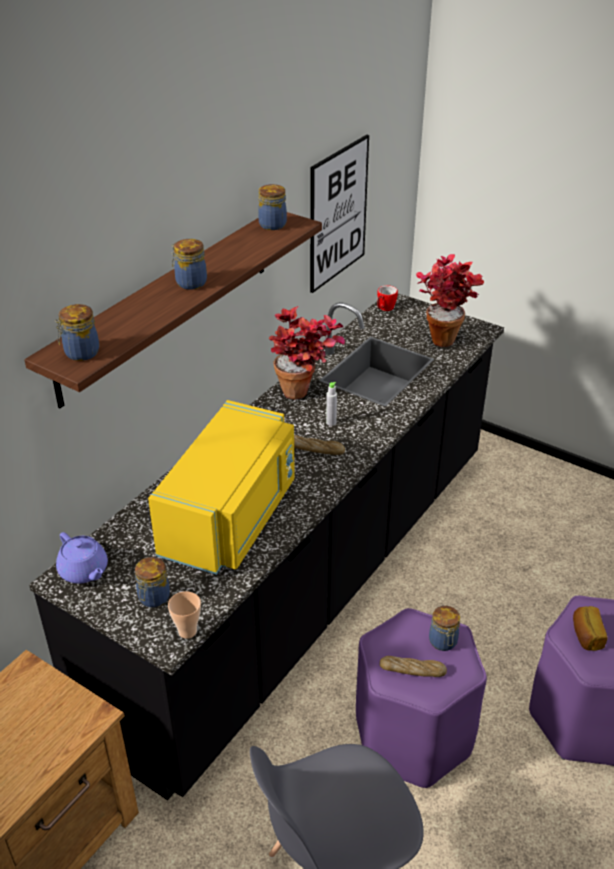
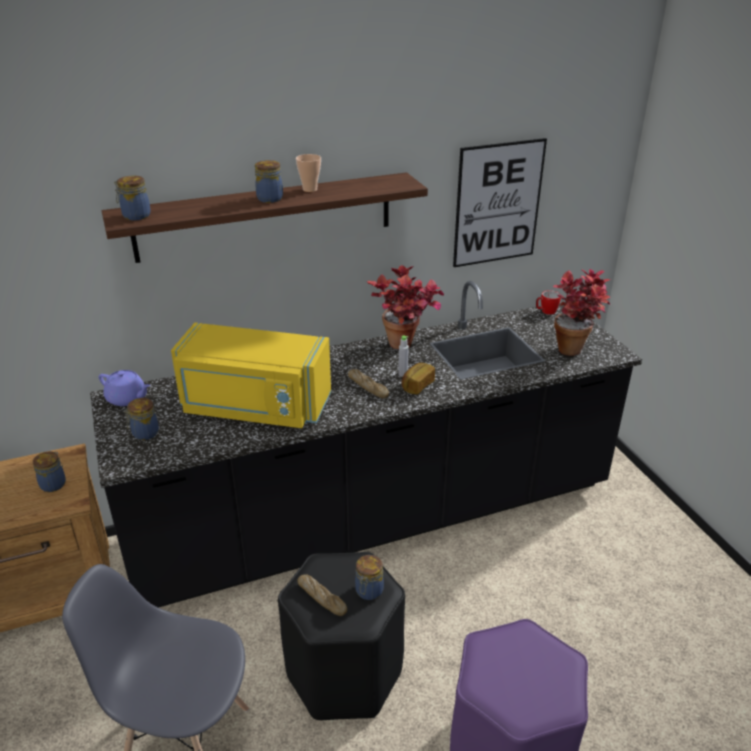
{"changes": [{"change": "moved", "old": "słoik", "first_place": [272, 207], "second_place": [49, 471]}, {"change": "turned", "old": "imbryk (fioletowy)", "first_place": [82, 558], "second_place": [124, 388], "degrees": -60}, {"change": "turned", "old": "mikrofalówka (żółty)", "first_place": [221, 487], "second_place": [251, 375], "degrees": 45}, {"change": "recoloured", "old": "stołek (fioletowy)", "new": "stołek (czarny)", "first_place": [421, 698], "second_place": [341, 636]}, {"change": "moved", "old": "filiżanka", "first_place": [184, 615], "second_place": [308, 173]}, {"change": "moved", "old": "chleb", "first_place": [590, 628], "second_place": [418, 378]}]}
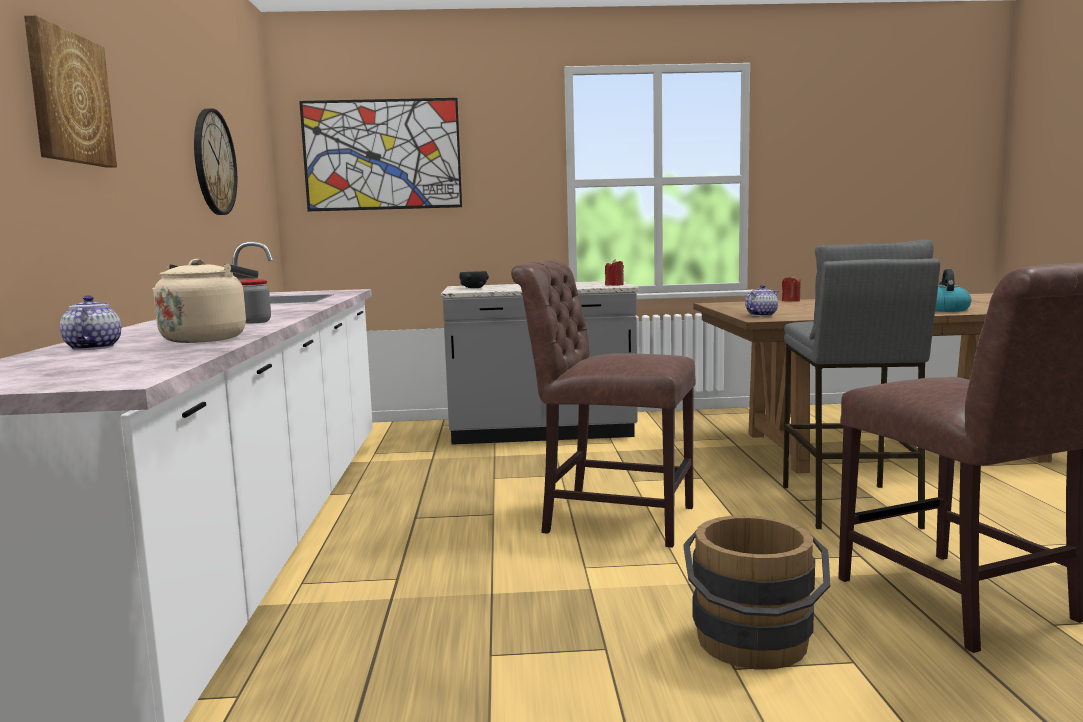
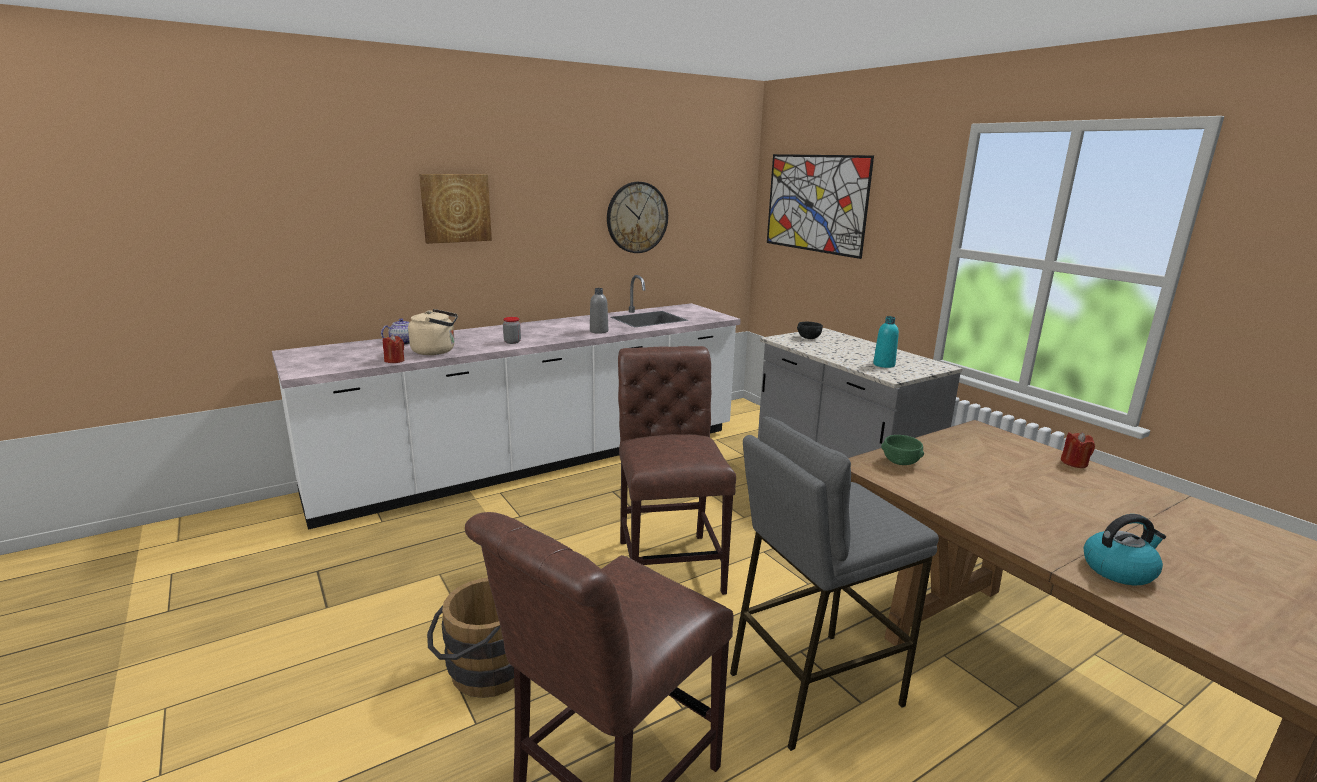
{"changes": [{"change": "moved", "old": "świeca (czerwony)", "first_place": [614, 272], "second_place": [393, 348]}, {"change": "added", "new": "butelka (szary)", "second_place": [599, 311]}, {"change": "added", "new": "butelka (turkusowy)", "second_place": [886, 342]}, {"change": "replaced", "old": "imbryk", "new": "miska (zielony)", "first_place": [761, 300], "second_place": [902, 450]}]}
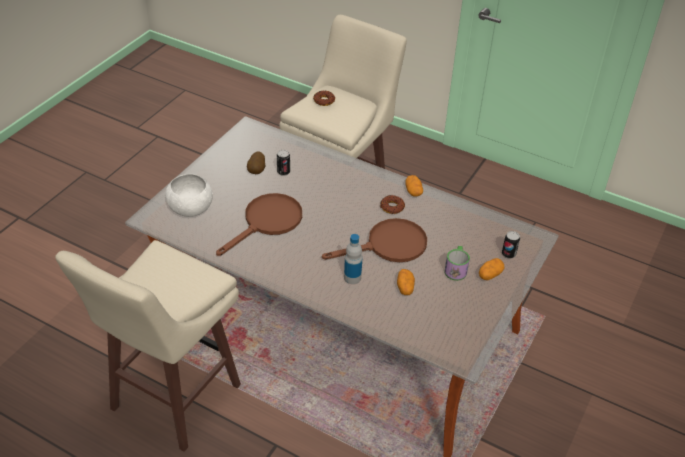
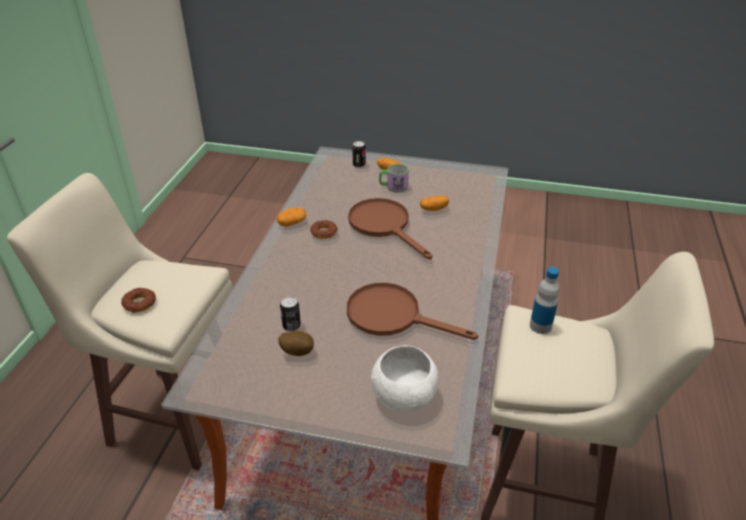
{"changes": [{"change": "moved", "old": "butelka", "first_place": [353, 259], "second_place": [545, 300]}]}
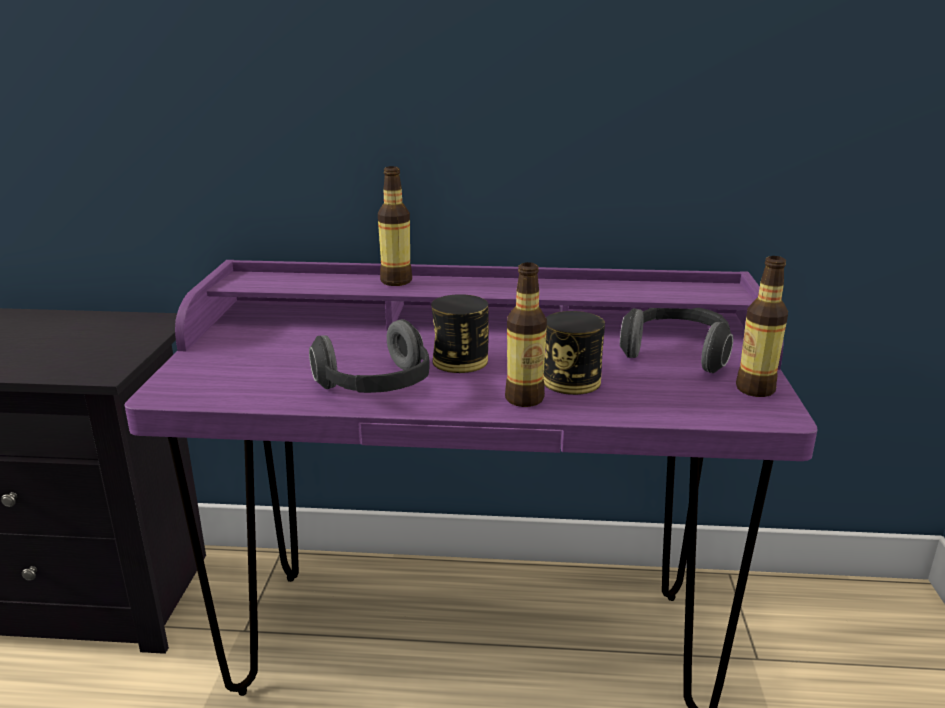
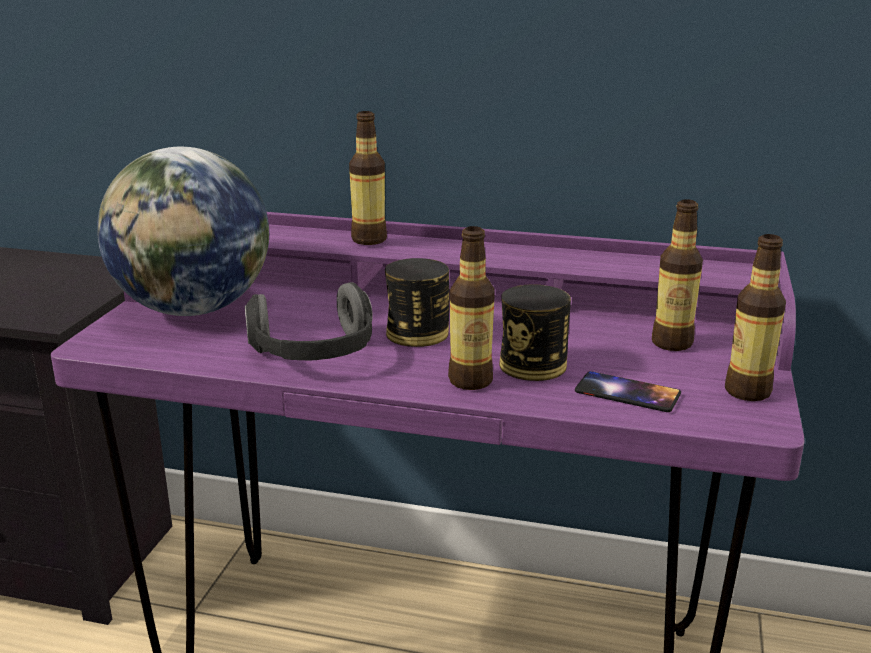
{"changes": [{"change": "added", "new": "globus", "second_place": [183, 231]}, {"change": "added", "new": "telefon", "second_place": [628, 391]}, {"change": "replaced", "old": "słuchawki", "new": "butelka", "first_place": [676, 340], "second_place": [677, 275]}]}
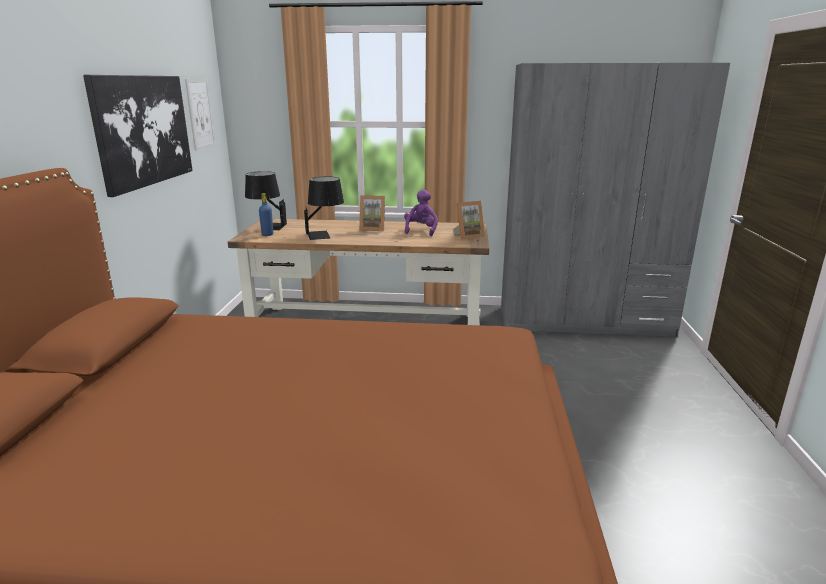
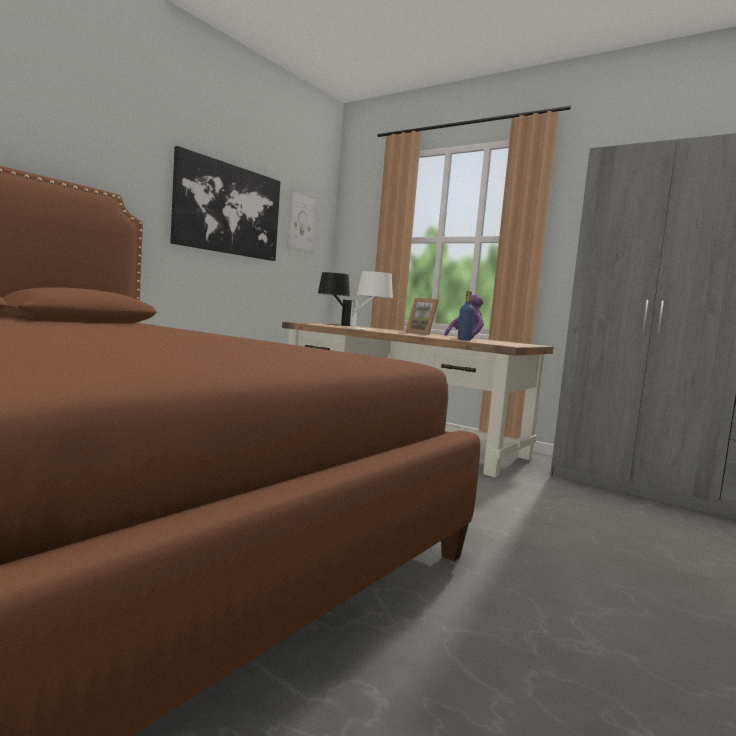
{"changes": [{"change": "recoloured", "old": "lampa stołowa (czarny)", "new": "lampa stołowa (biały)", "first_place": [324, 208], "second_place": [371, 300]}, {"change": "moved", "old": "butelka (niebieski)", "first_place": [266, 214], "second_place": [466, 316]}, {"change": "removed", "old": "ramka na zdjęcie", "first_place": [469, 220]}]}
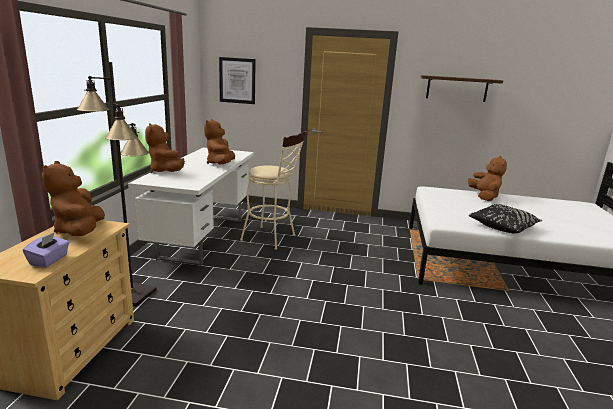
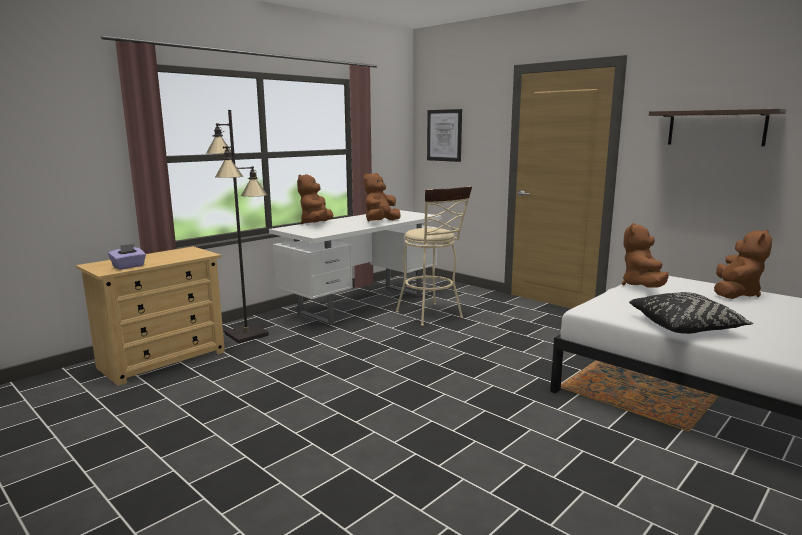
{"changes": [{"change": "moved", "old": "pluszak (brązowy)", "first_place": [73, 198], "second_place": [645, 255]}]}
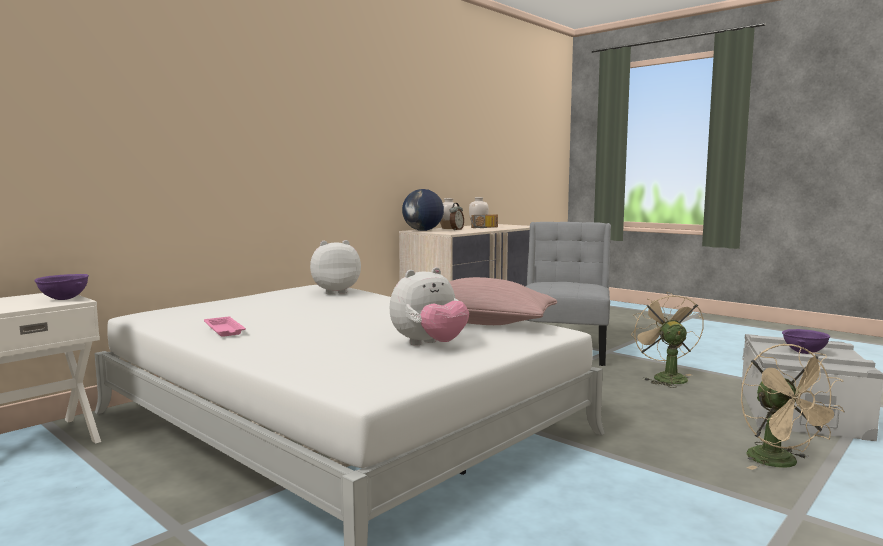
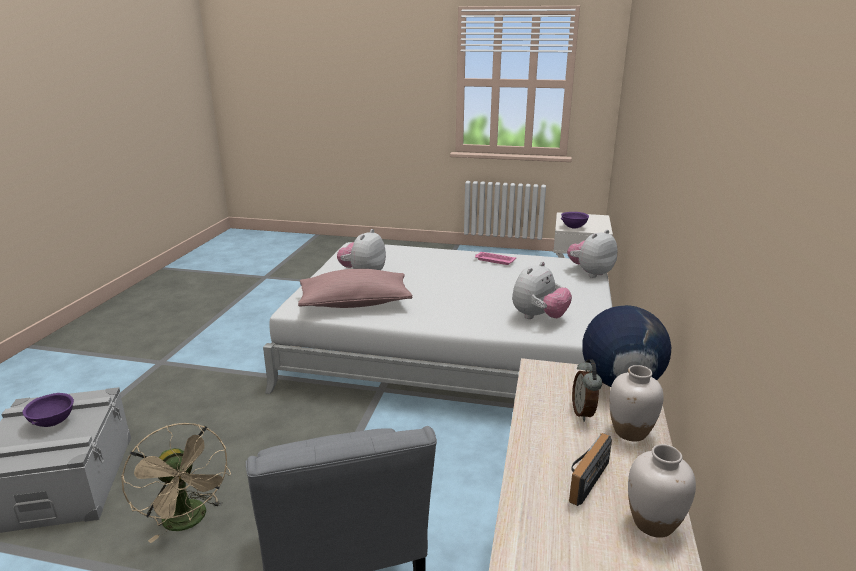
{"changes": [{"change": "added", "new": "pluszak", "second_place": [592, 254]}, {"change": "removed", "old": "wentylator (beżowy)", "first_place": [792, 406]}]}
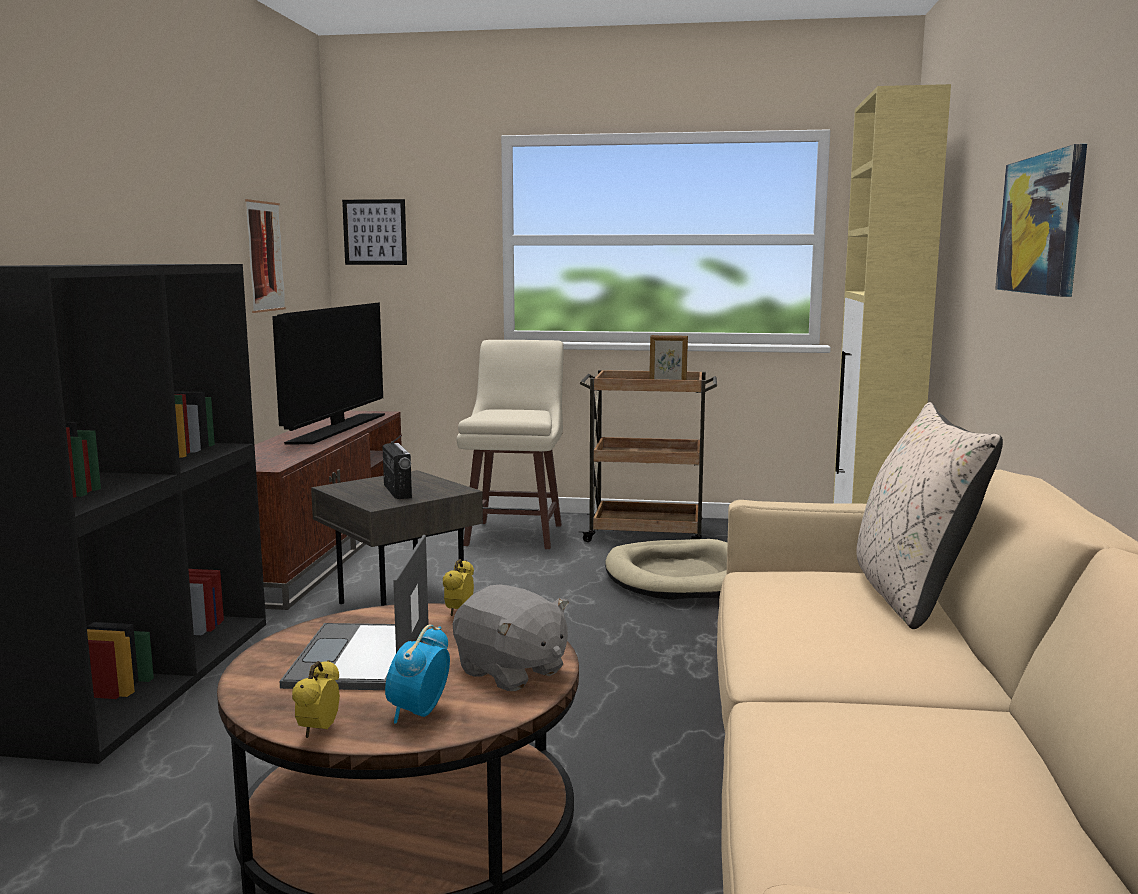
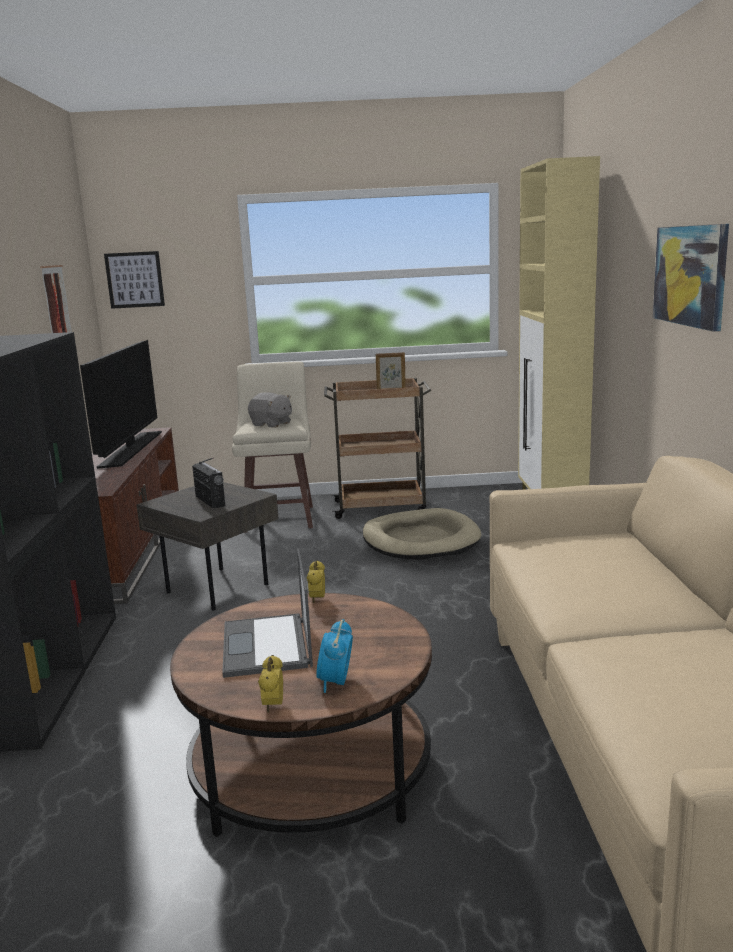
{"changes": [{"change": "moved", "old": "pluszak (szary)", "first_place": [511, 638], "second_place": [270, 410]}, {"change": "removed", "old": "poduszka (beżowy)", "first_place": [929, 515]}]}
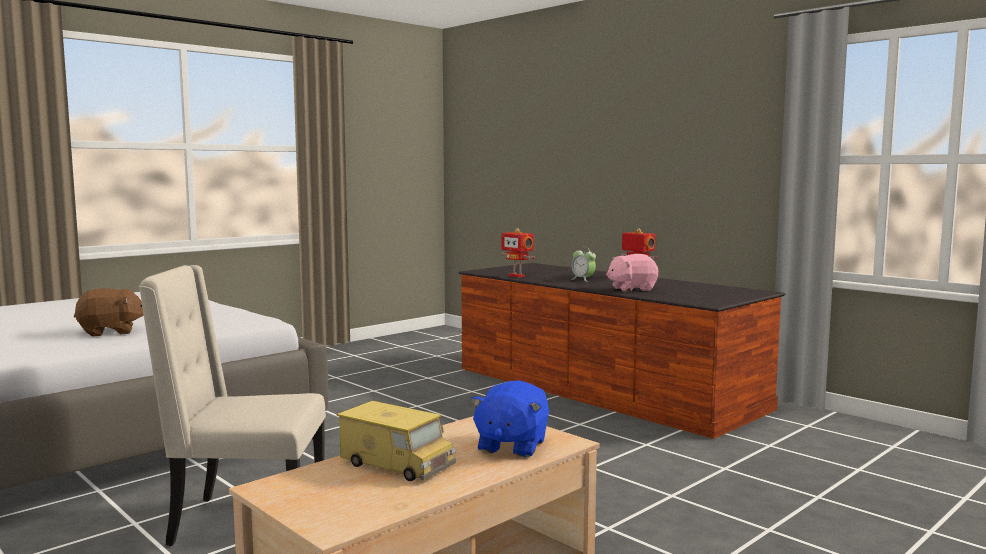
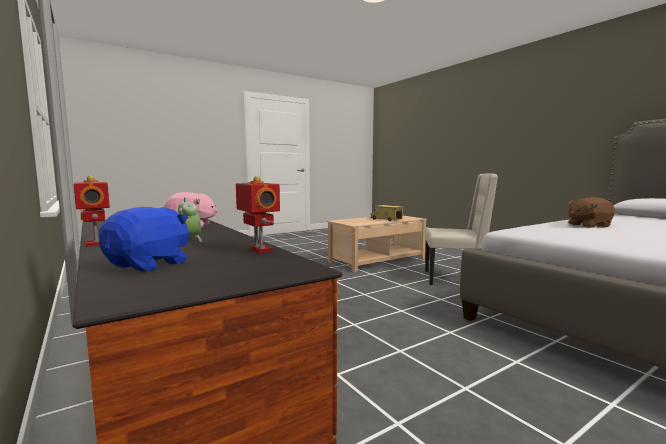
{"changes": [{"change": "moved", "old": "pluszak (niebieski)", "first_place": [509, 418], "second_place": [144, 239]}]}
